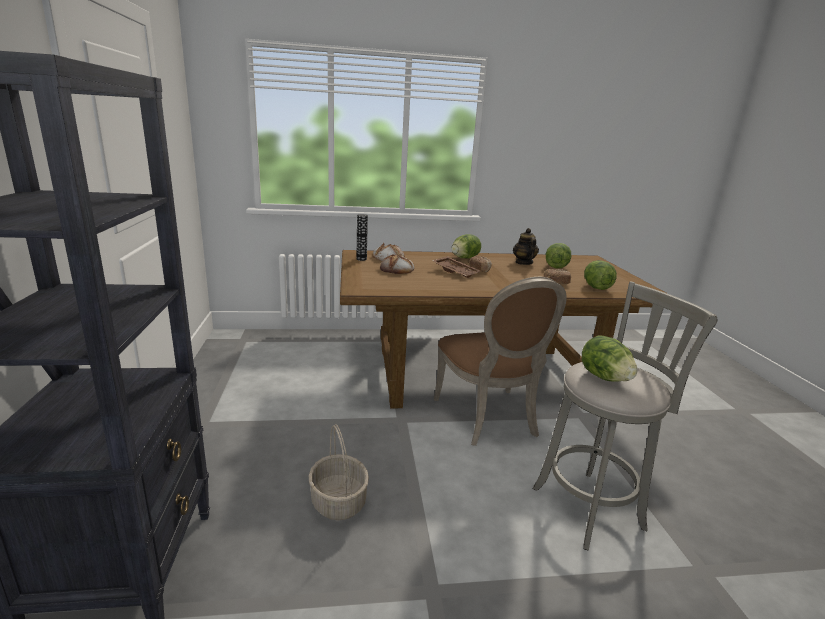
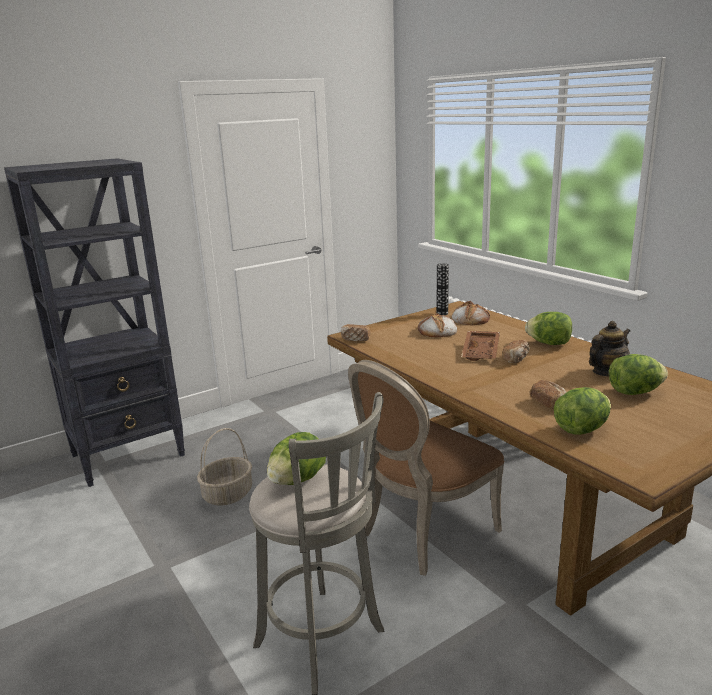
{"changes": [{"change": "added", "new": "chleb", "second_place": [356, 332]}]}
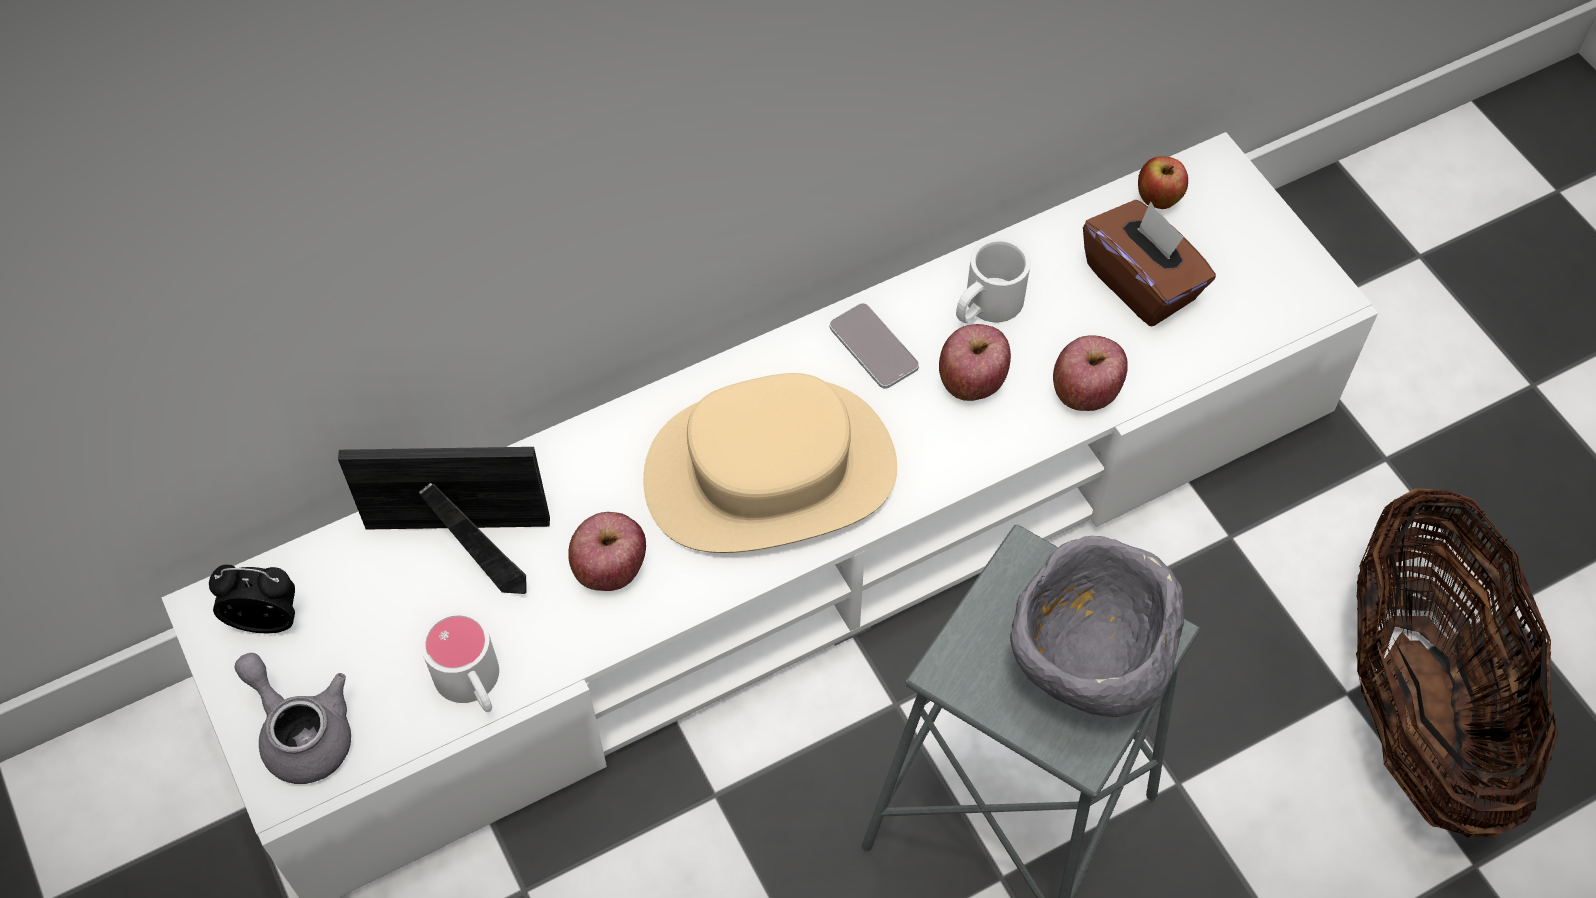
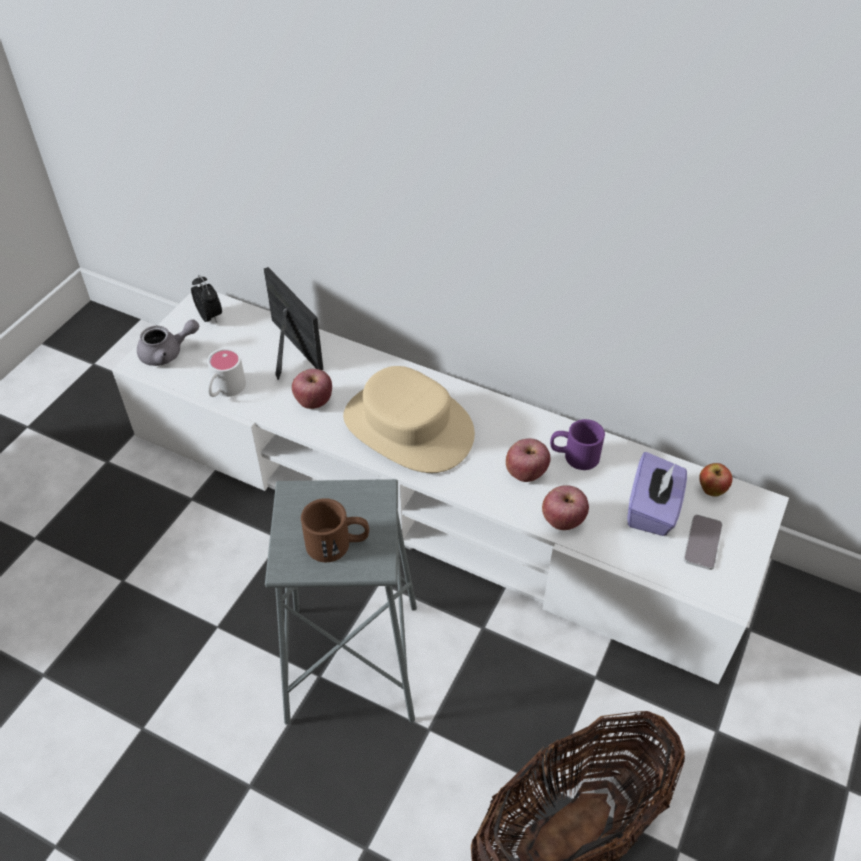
{"changes": [{"change": "turned", "old": "imbryk (szary)", "first_place": [293, 718], "second_place": [168, 342], "degrees": 60}, {"change": "replaced", "old": "miska (szary)", "new": "kubek (brązowy)", "first_place": [1097, 626], "second_place": [335, 530]}, {"change": "recoloured", "old": "kubek (biały)", "new": "kubek (fioletowy)", "first_place": [993, 280], "second_place": [577, 444]}, {"change": "recoloured", "old": "pudełko chusteczek (brązowy)", "new": "pudełko chusteczek (fioletowy)", "first_place": [1149, 263], "second_place": [657, 494]}, {"change": "moved", "old": "telefon", "first_place": [874, 346], "second_place": [703, 542]}]}
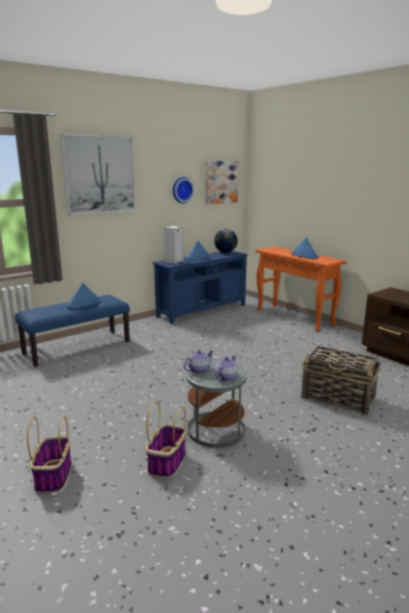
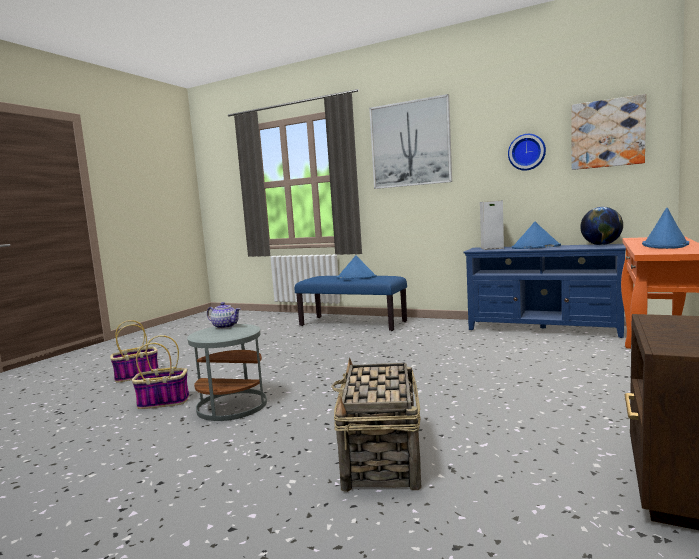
{"changes": [{"change": "removed", "old": "imbryk", "first_place": [226, 368]}]}
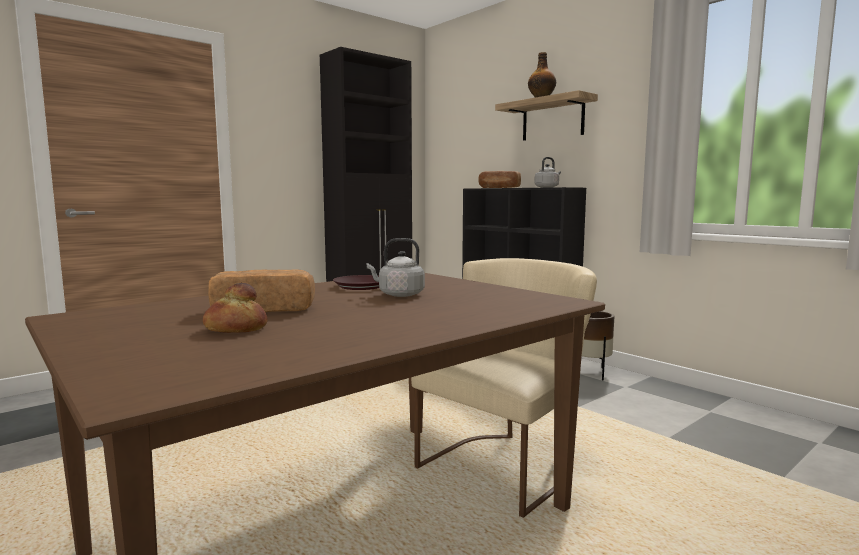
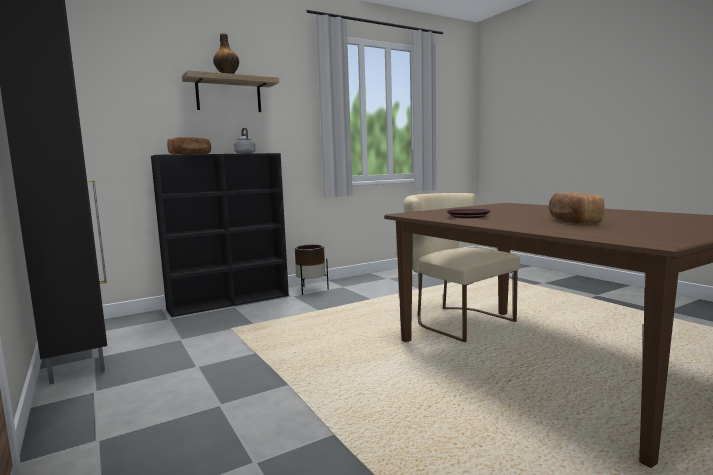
{"changes": [{"change": "removed", "old": "chleb", "first_place": [235, 308]}, {"change": "removed", "old": "czajnik (szary)", "first_place": [396, 267]}]}
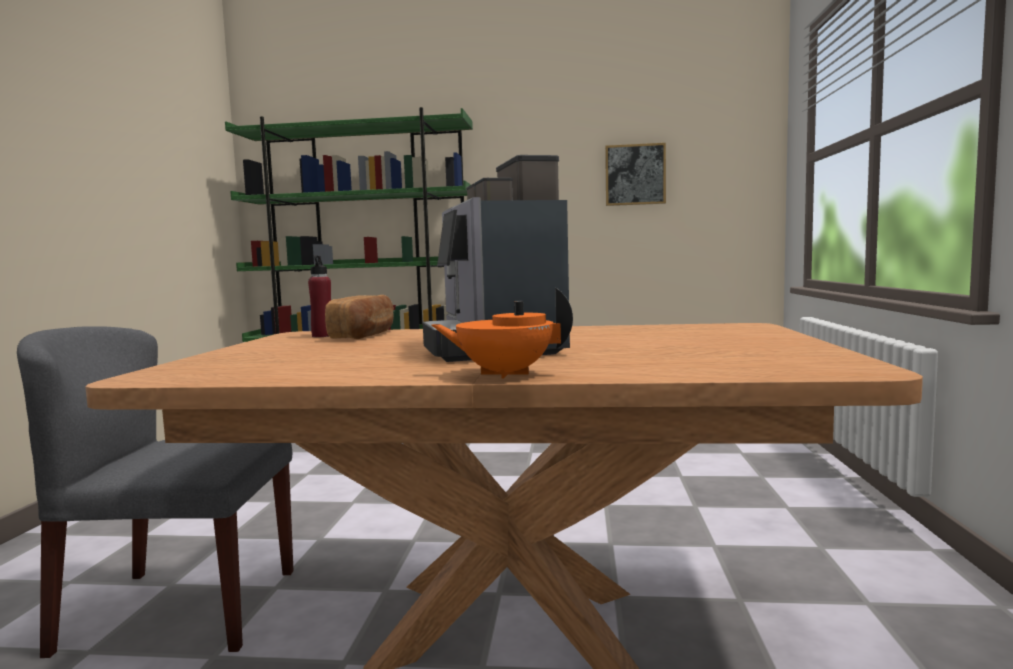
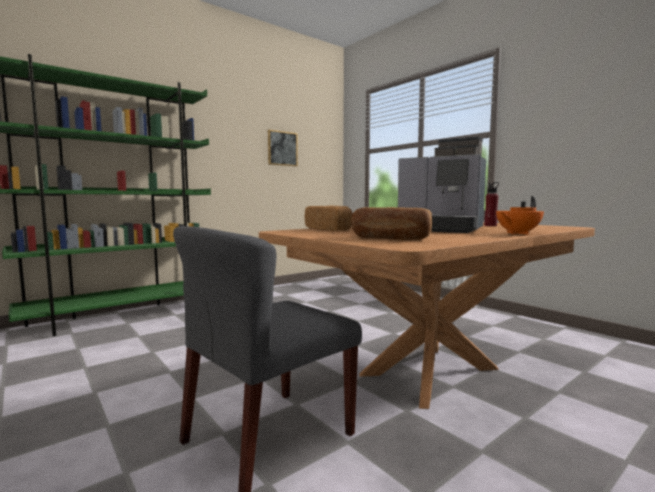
{"changes": [{"change": "added", "new": "chleb", "second_place": [391, 223]}, {"change": "moved", "old": "butelka (czerwony)", "first_place": [319, 296], "second_place": [491, 204]}]}
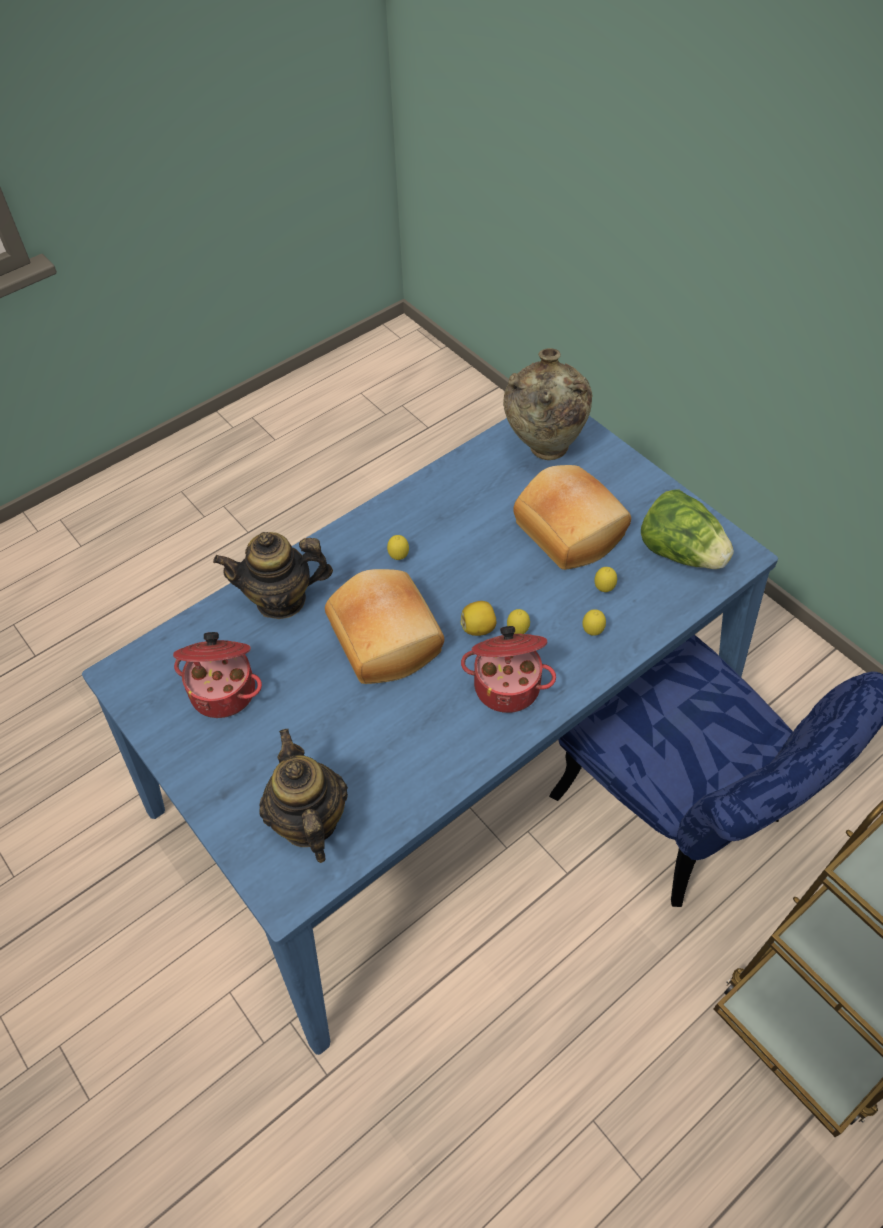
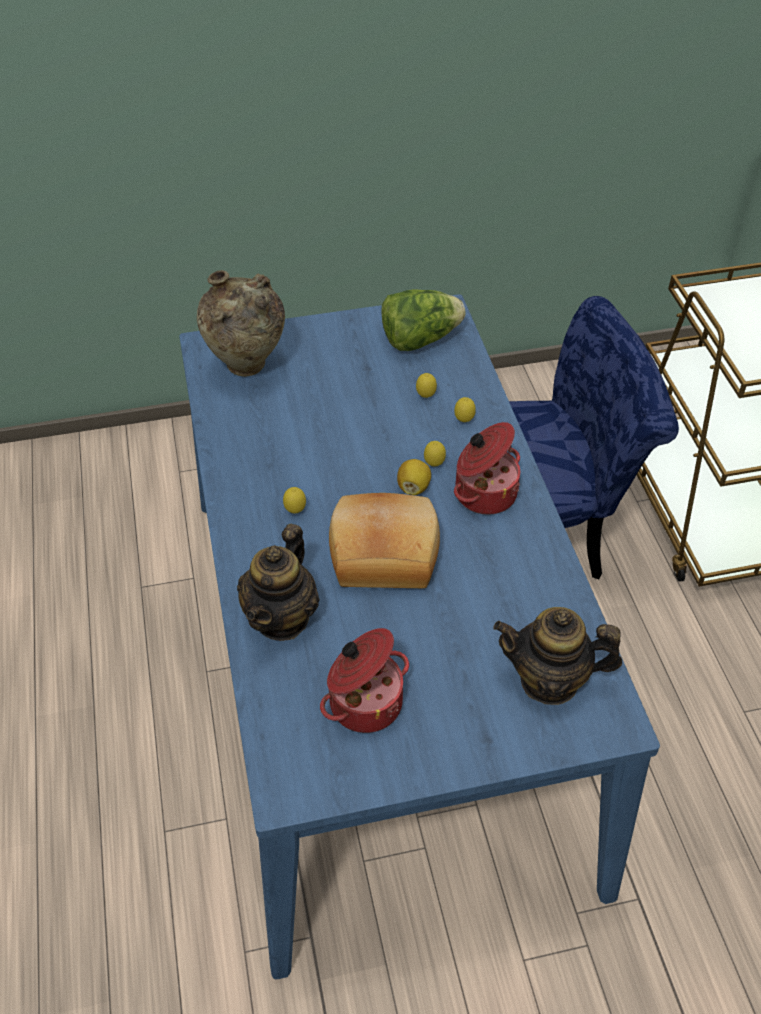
{"changes": [{"change": "removed", "old": "chleb", "first_place": [572, 517]}]}
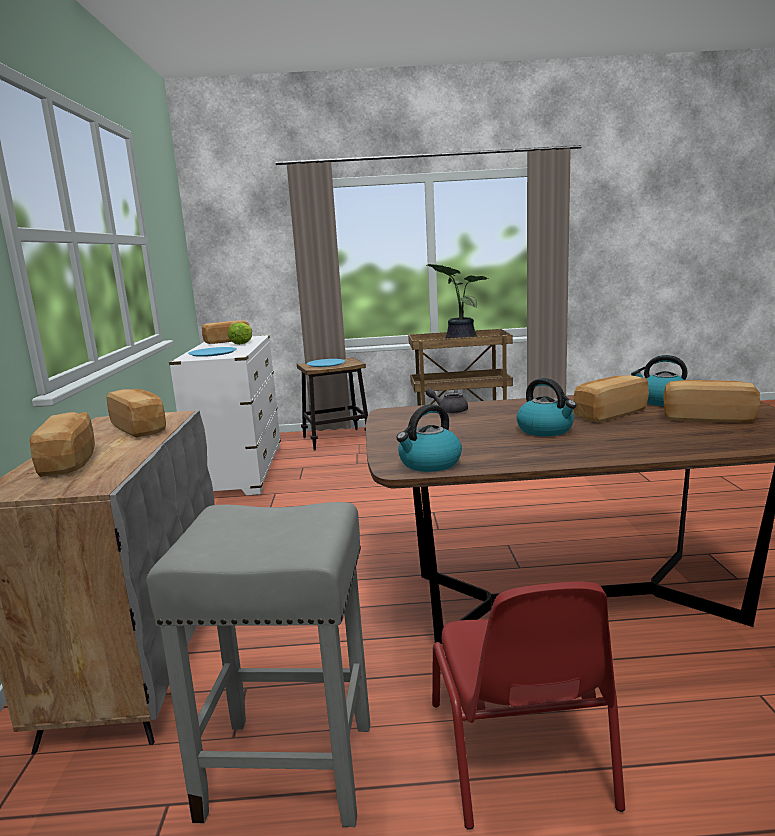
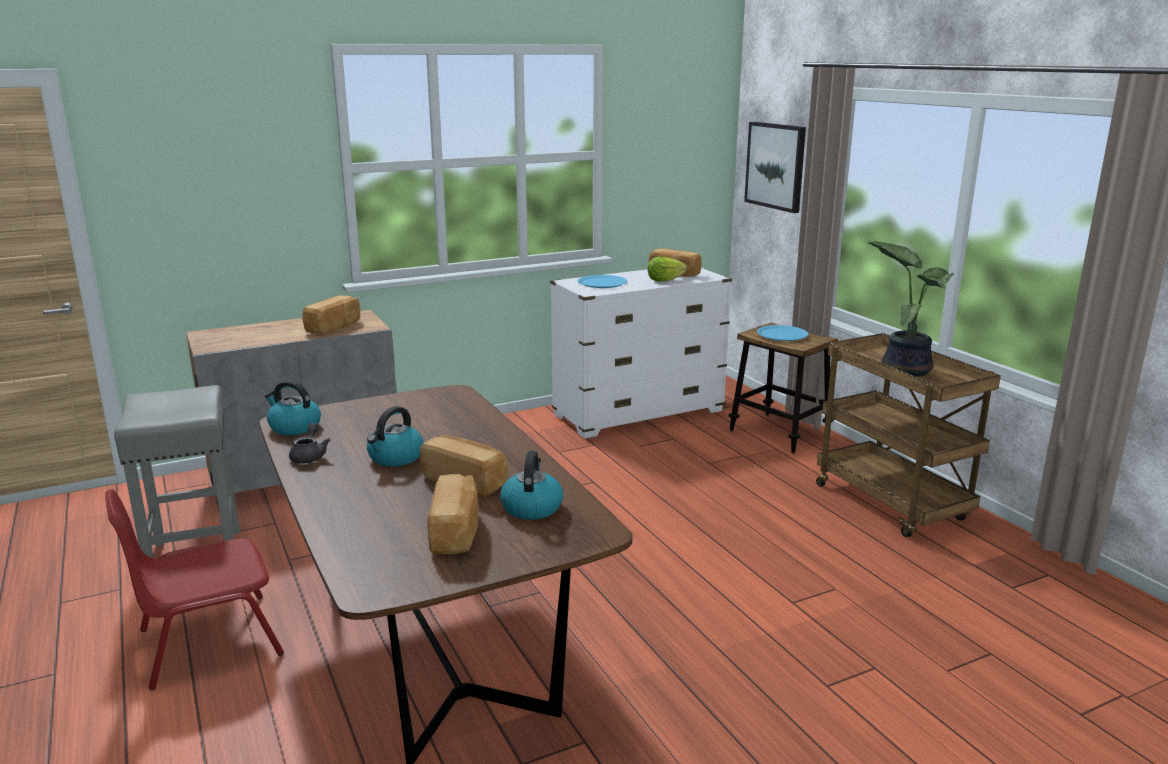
{"changes": [{"change": "moved", "old": "imbryk (szary)", "first_place": [446, 400], "second_place": [309, 443]}, {"change": "added", "new": "obraz", "second_place": [775, 167]}, {"change": "removed", "old": "chleb", "first_place": [62, 444]}]}
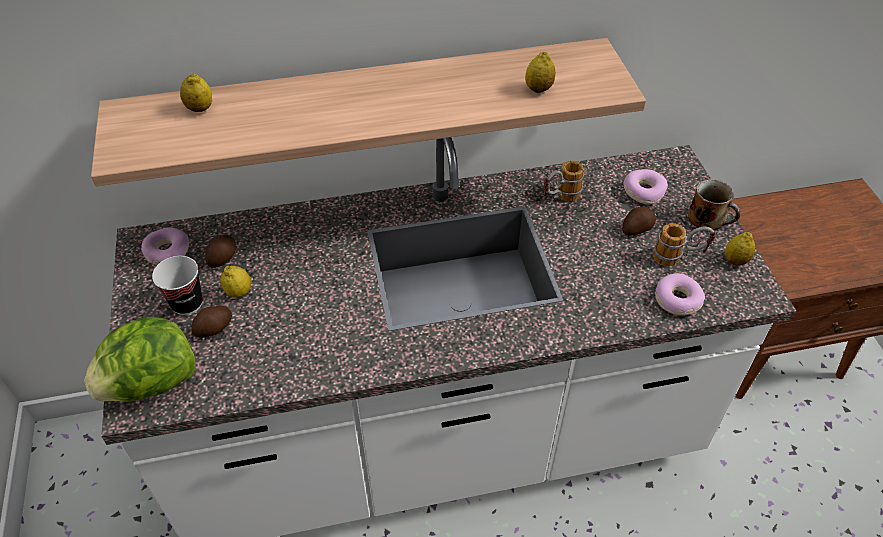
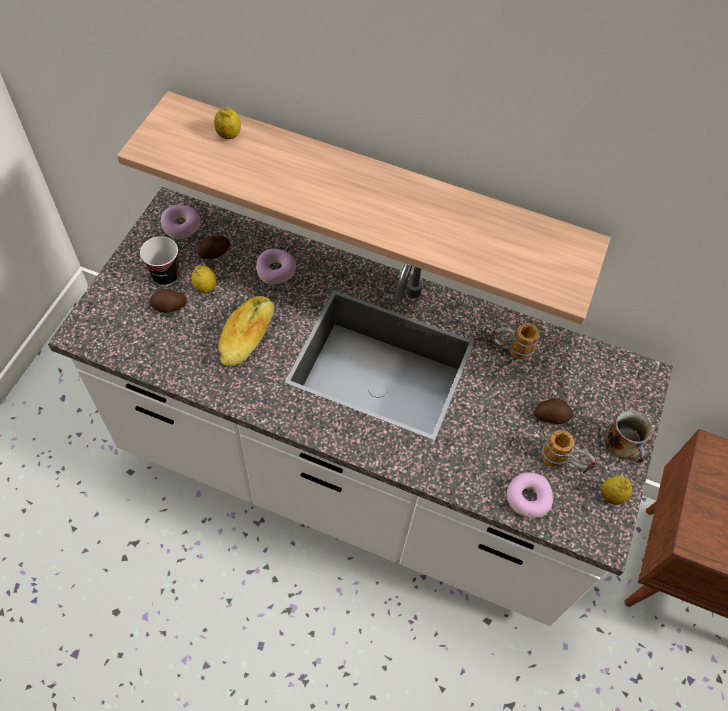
{"changes": [{"change": "added", "new": "chleb", "second_place": [246, 331]}, {"change": "moved", "old": "donut", "first_place": [646, 187], "second_place": [276, 267]}, {"change": "removed", "old": "sałata", "first_place": [140, 359]}, {"change": "removed", "old": "cytryna", "first_place": [540, 72]}]}
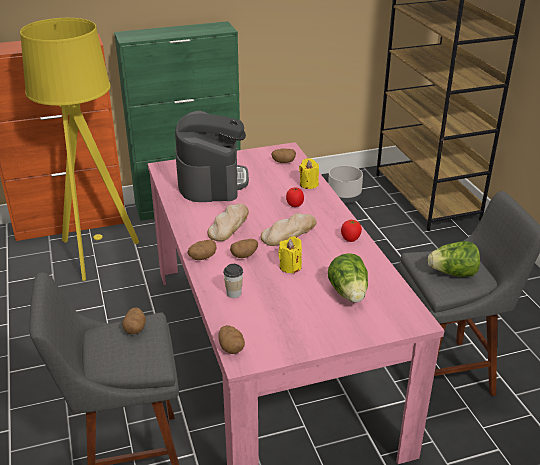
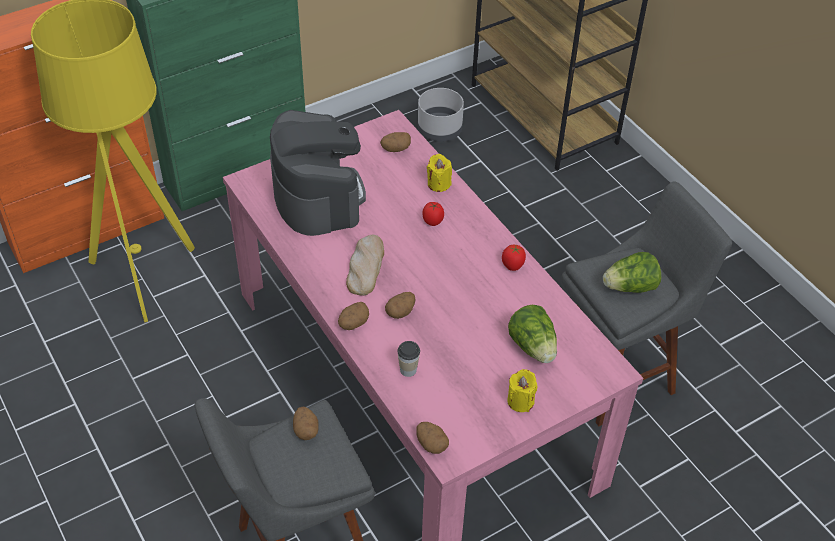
{"changes": [{"change": "moved", "old": "świeca (żółty)", "first_place": [290, 255], "second_place": [522, 390]}, {"change": "removed", "old": "chleb", "first_place": [288, 229]}]}
